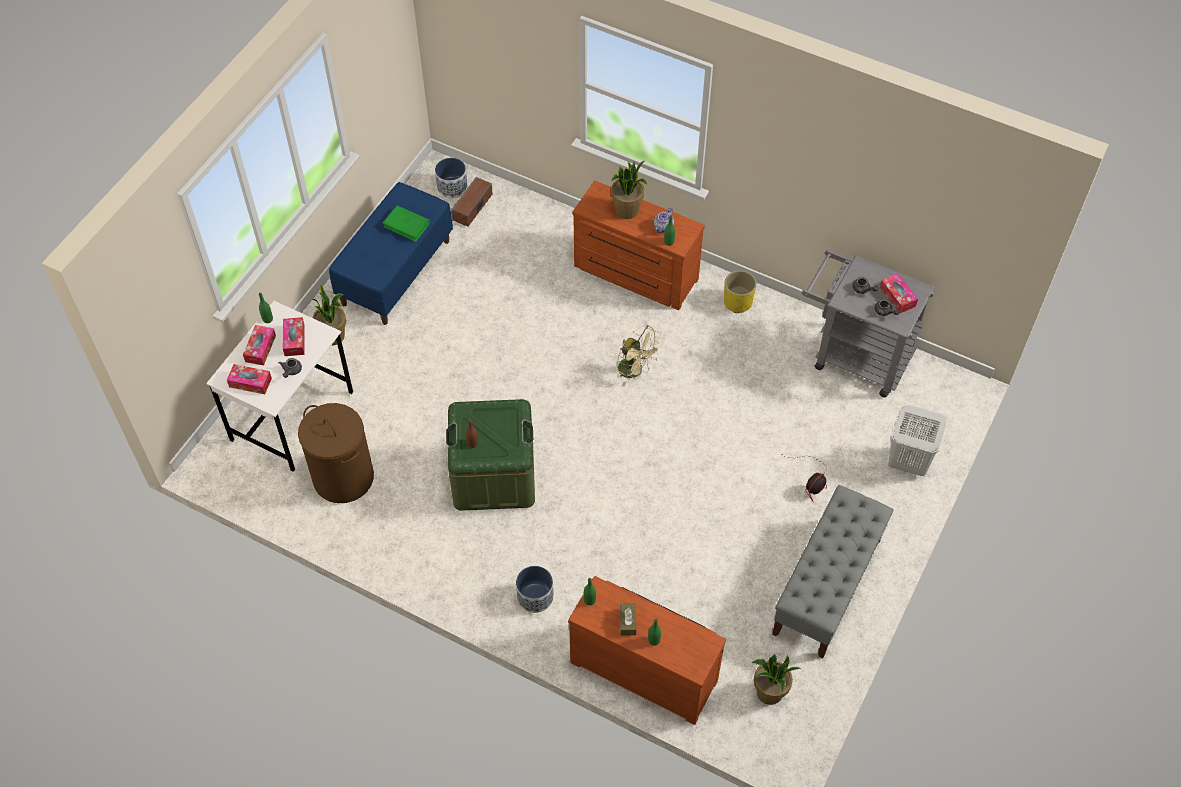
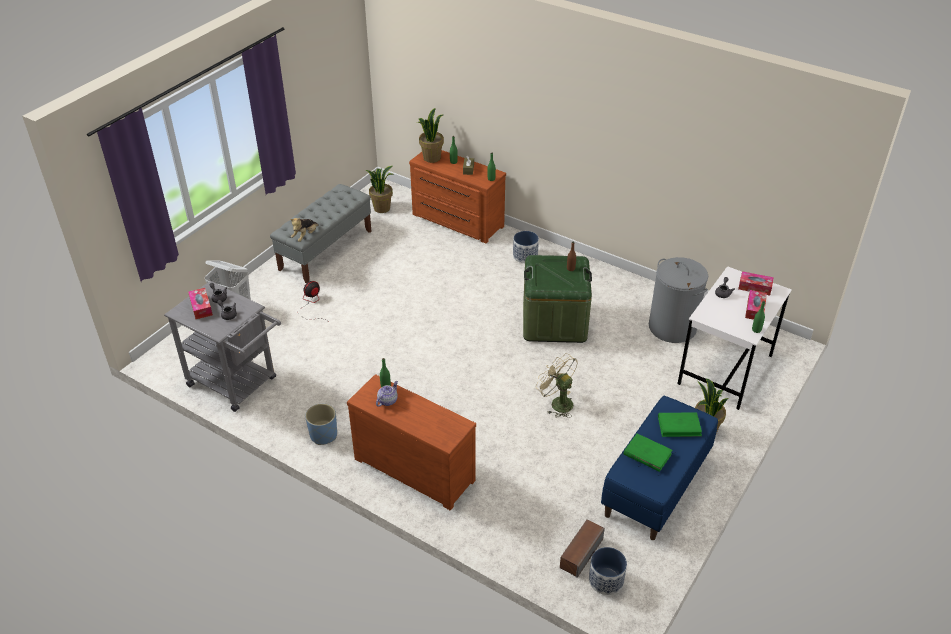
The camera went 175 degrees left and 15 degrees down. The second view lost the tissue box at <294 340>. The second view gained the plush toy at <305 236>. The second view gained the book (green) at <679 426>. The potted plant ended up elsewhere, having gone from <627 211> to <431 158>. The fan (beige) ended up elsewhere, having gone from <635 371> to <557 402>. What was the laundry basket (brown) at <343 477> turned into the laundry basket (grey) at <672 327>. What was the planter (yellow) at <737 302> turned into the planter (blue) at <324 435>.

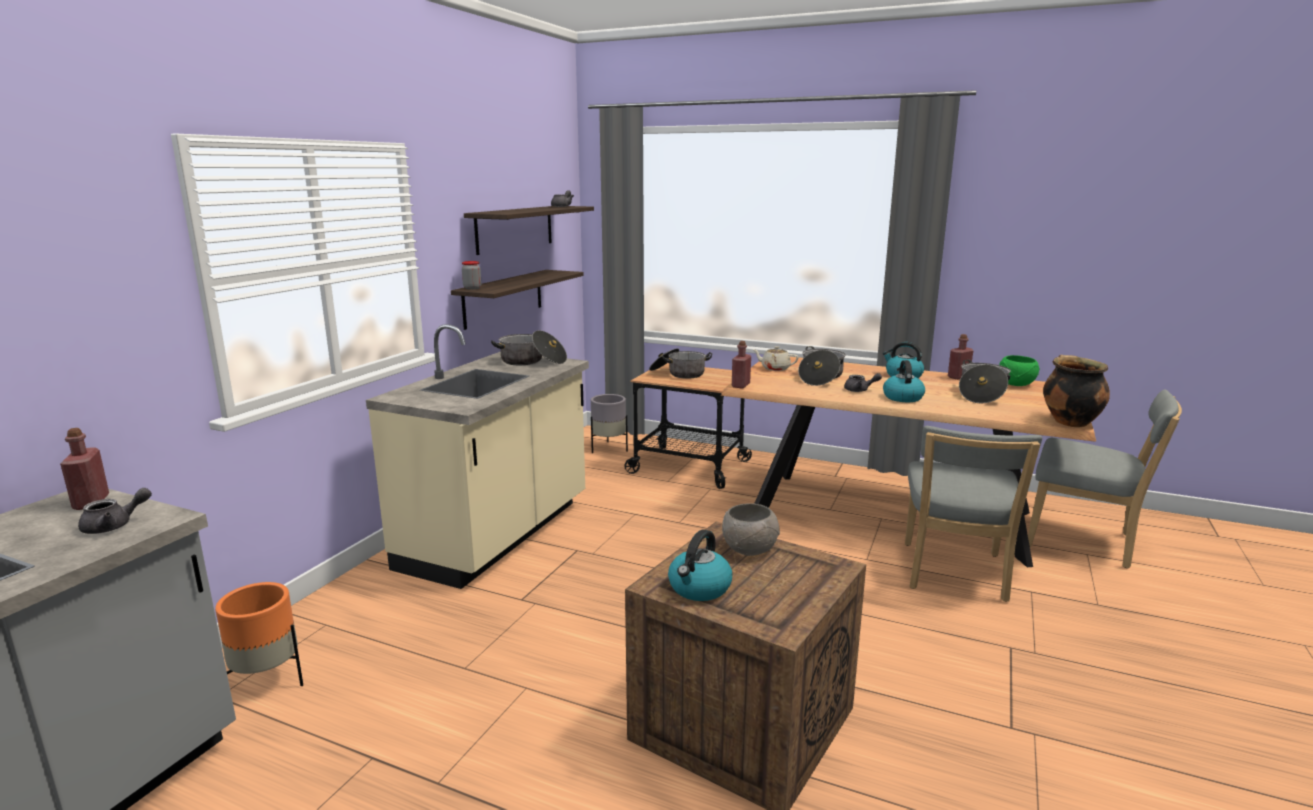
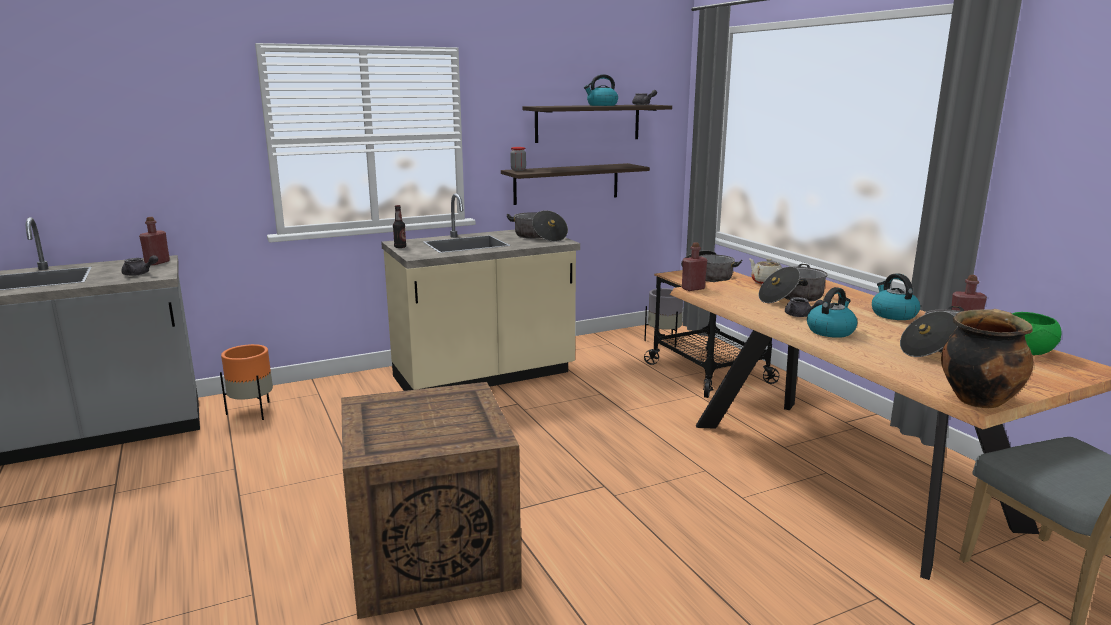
The camera went 40 degrees right and 0 degrees up. The second view lost the bowl (grey) at <750 549>. The second view lost the chair (grey) at <954 574>. The second view gained the bottle at <400 247>. The kettle ended up elsewhere, having gone from <699 588> to <601 105>.

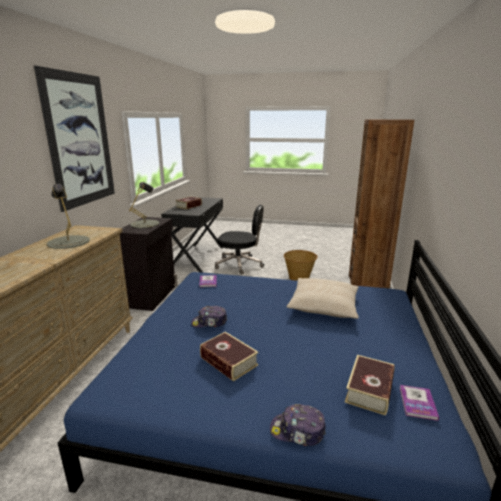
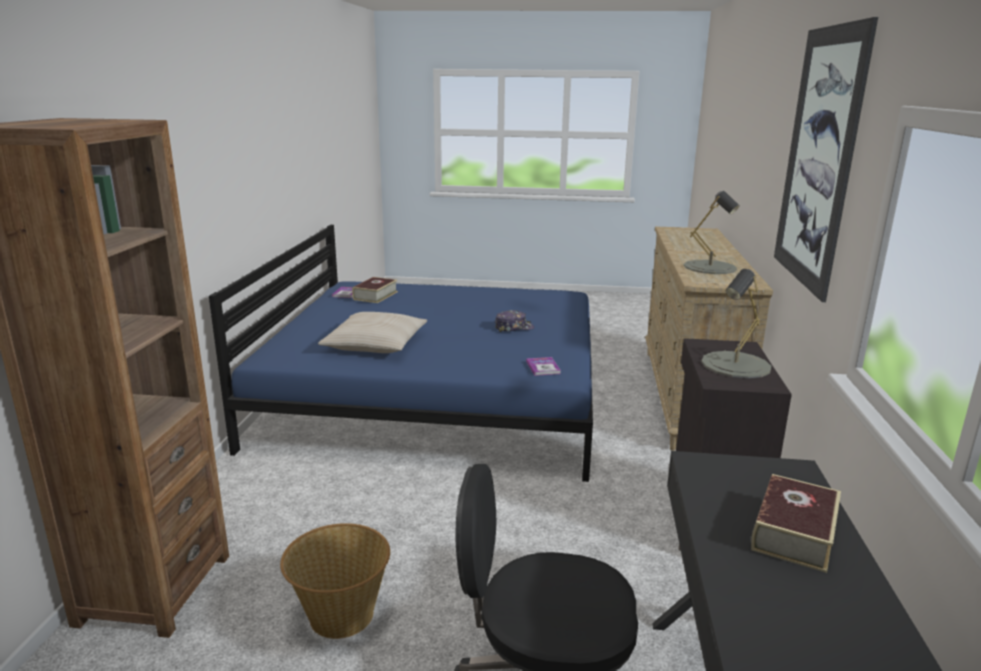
The camera went 175 degrees right and 0 degrees up. The second view lost the book at <228 361>. The second view lost the cap at <297 431>.

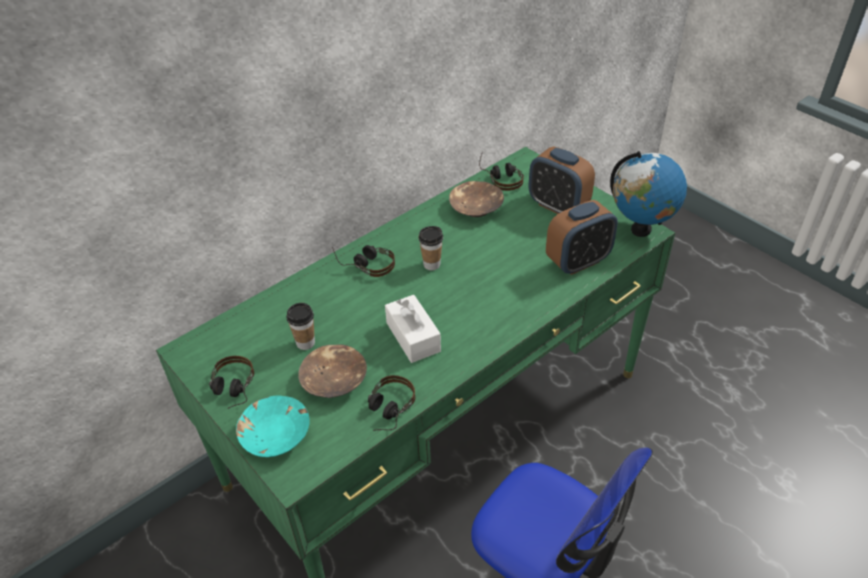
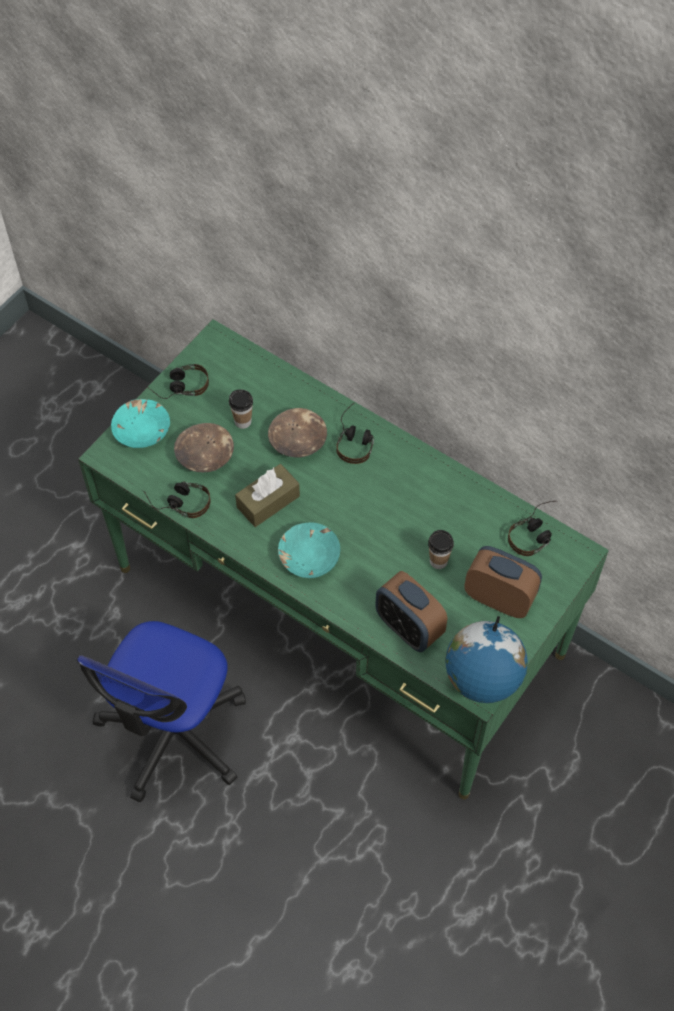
The camera went 75 degrees right and 15 degrees up. The second view gained the bowl (turquoise) at <309 556>. The cup ended up elsewhere, having gone from <431 264> to <438 561>. The bowl (brown) ended up elsewhere, having gone from <476 207> to <298 440>. What was the tissue box (white) at <413 337> turned into the tissue box (brown) at <268 501>. The alarm clock at <558 206> ended up facing another way, 90 degrees clockwise from before.

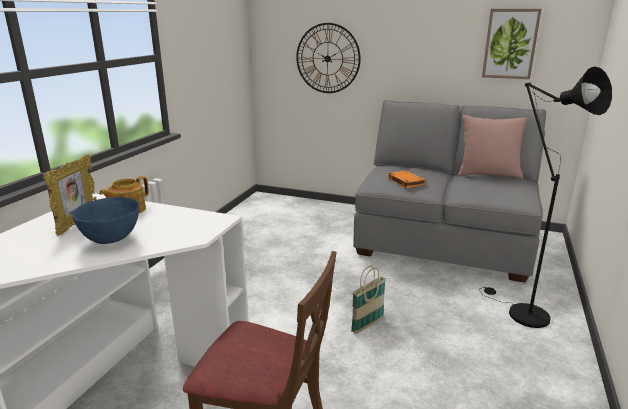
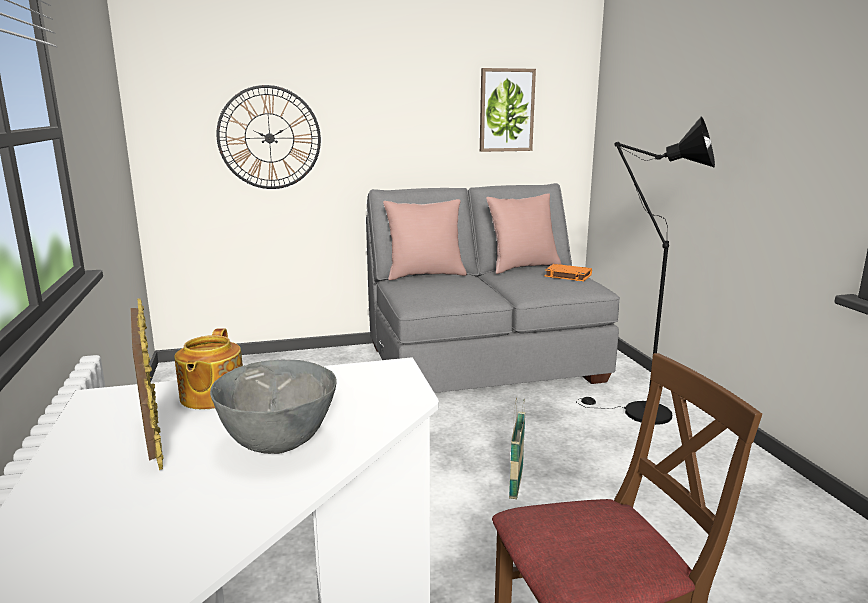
The camera went 35 degrees left and 5 degrees down. The second view gained the pillow (pink) at <425 275>. The book (orange) ended up elsewhere, having gone from <405 181> to <567 276>. What was the bowl (blue) at <110 239> turned into the bowl (grey) at <278 444>.

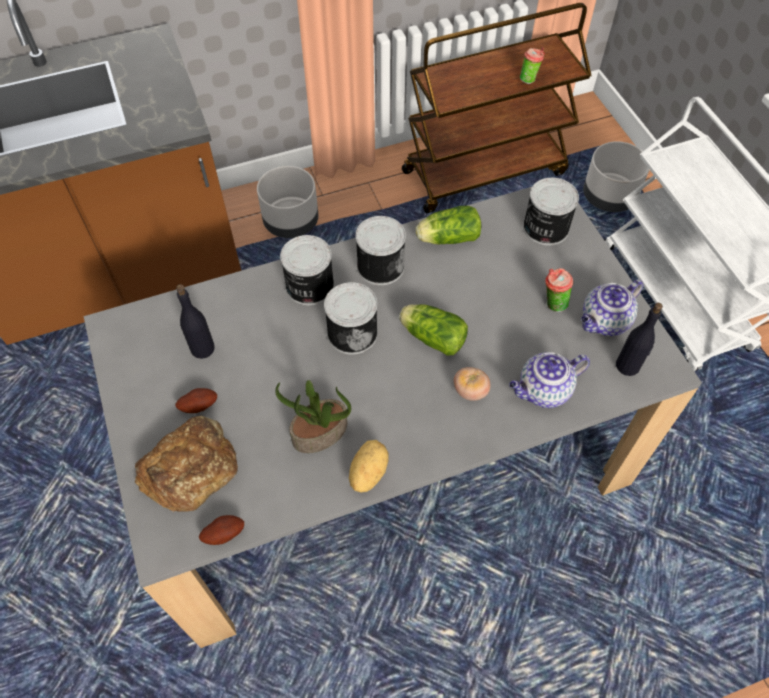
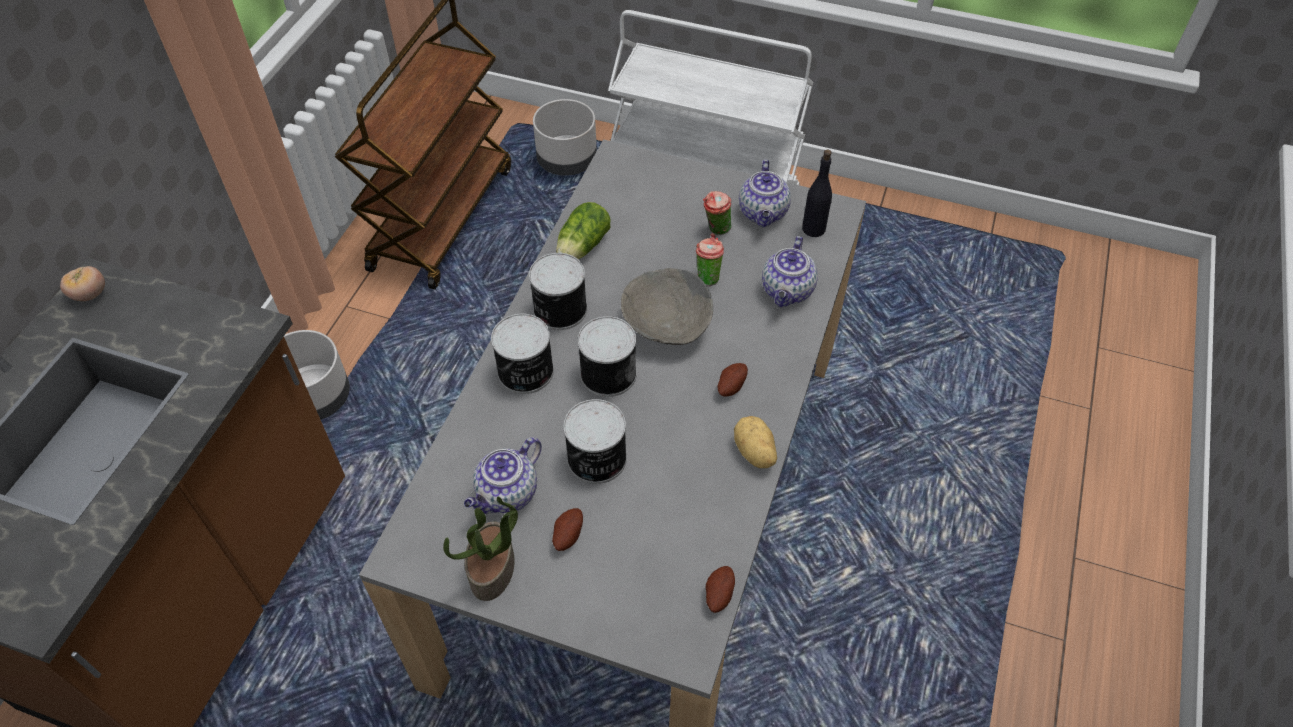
The camera went 50 degrees left and 5 degrees down. The second view lost the bread at <190 468>. The second view gained the potato at <730 386>. The potted plant ended up elsewhere, having gone from <319 434> to <493 570>. The tomato ended up elsewhere, having gone from <470 391> to <90 294>. The cup ended up elsewhere, having gone from <529 79> to <707 277>. The can ended up elsewhere, having gone from <544 228> to <596 459>. Where the bottle (black) stood at <202 348>, the teapot came to stand at <507 494>. Where the lettuce stood at <431 336>, the bowl (grey) came to stand at <667 324>.

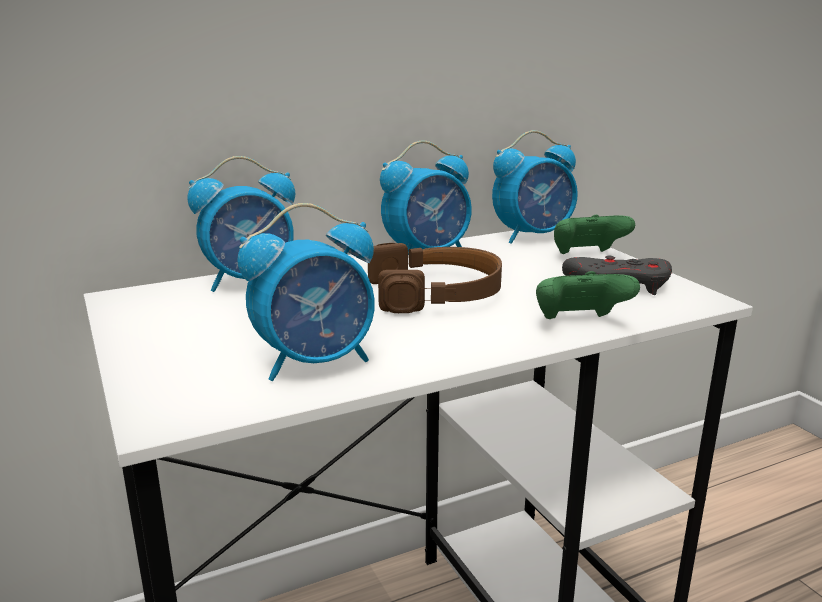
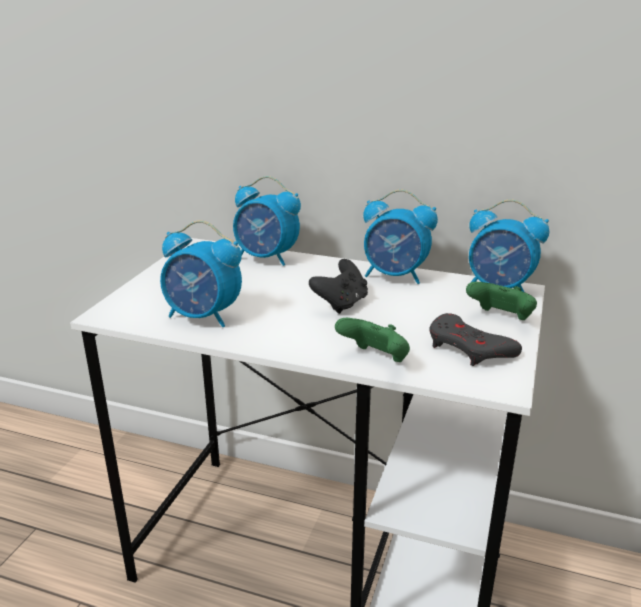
The camera went 45 degrees right and 5 degrees up. Where the headphones (brown) stood at <436 293>, the game controller (black) came to stand at <341 304>.

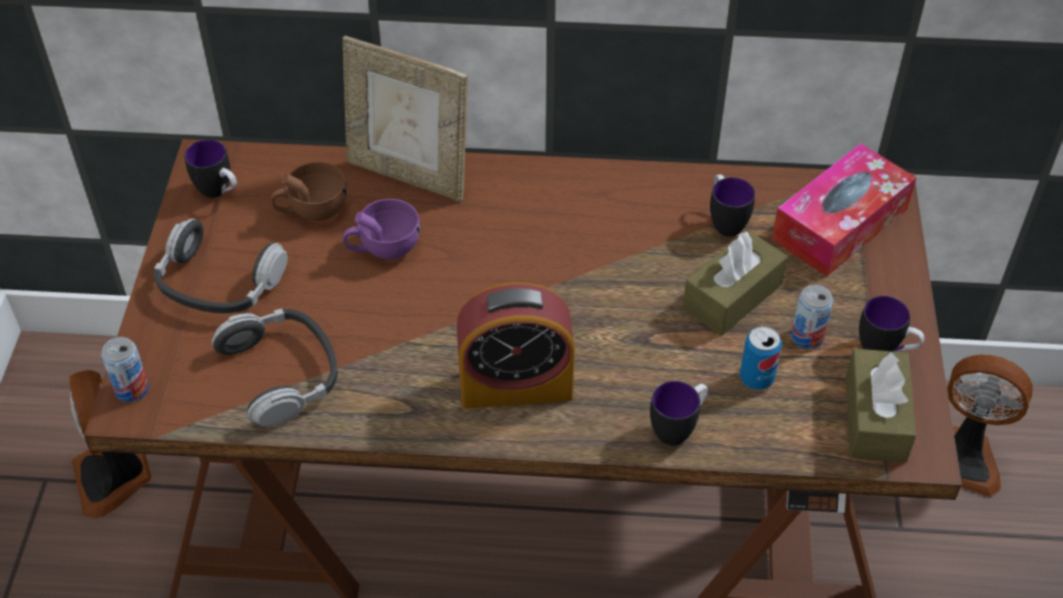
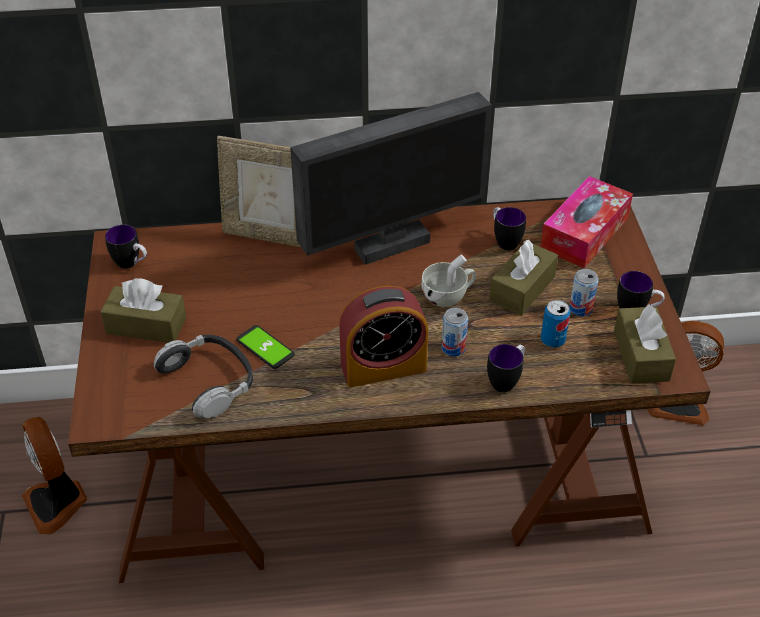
The camera went 10 degrees left and 5 degrees down. The second view lost the cup (brown) at <312 210>. The second view lost the cup (purple) at <383 248>. The second view gained the phone at <265 348>. The second view gained the monitor at <390 244>. The second view gained the cup (white) at <448 296>. The can ended up elsewhere, having gone from <132 389> to <453 348>. Where the headphones stood at <219 282>, the tissue box (brown) came to stand at <146 325>.

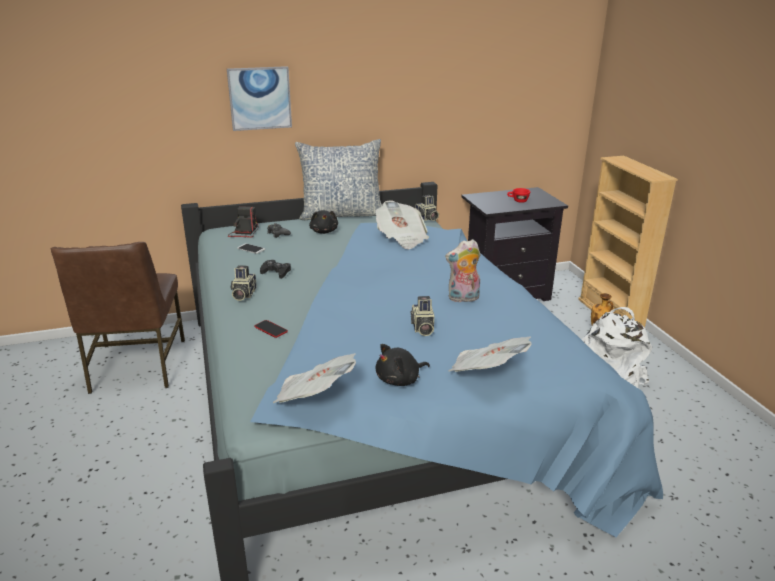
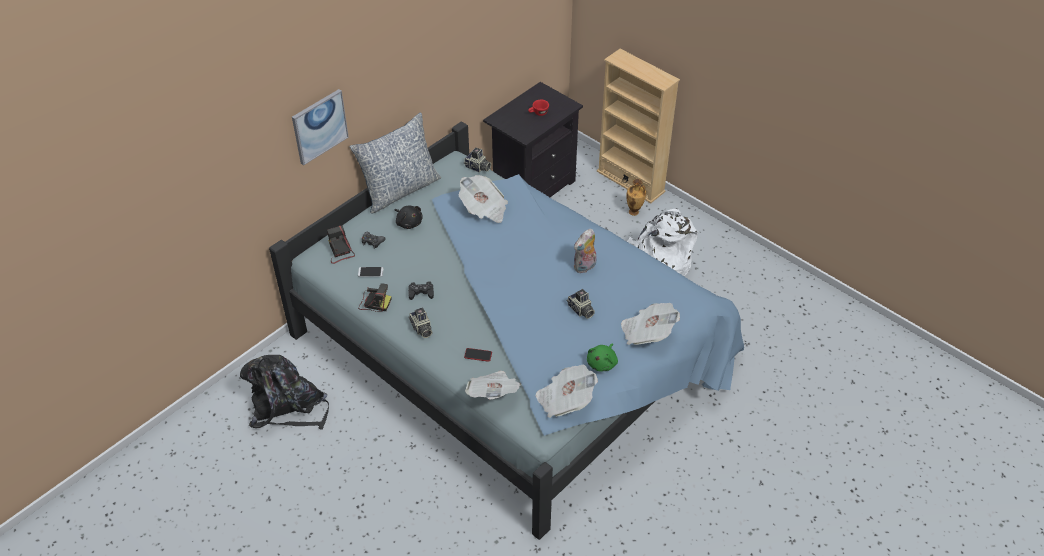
The camera went 30 degrees left and 20 degrees up. The second view gained the photo camera at <374 302>. The second view gained the newspaper at <493 394>. Where the chair (brown) stood at <136 366>, the backpack (black) came to stand at <288 406>. What was the plush toy (black) at <400 380> turned into the plush toy (green) at <602 363>.

